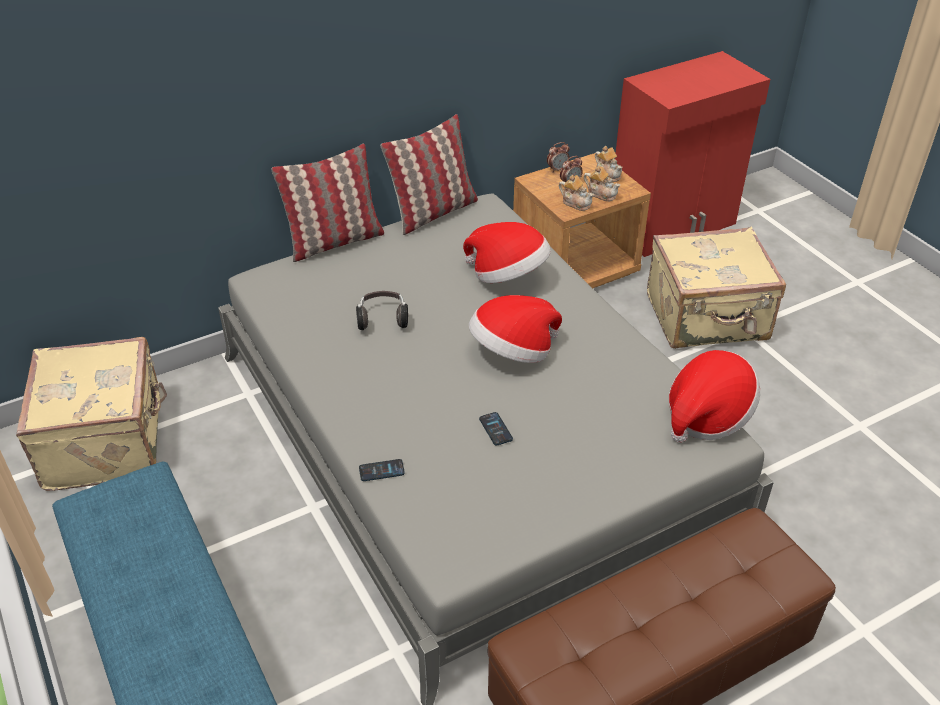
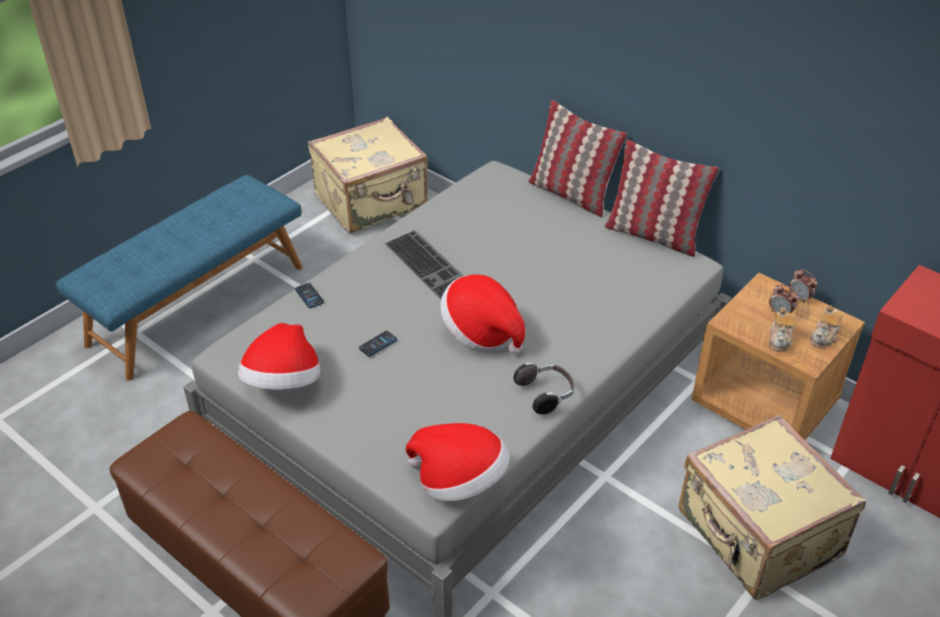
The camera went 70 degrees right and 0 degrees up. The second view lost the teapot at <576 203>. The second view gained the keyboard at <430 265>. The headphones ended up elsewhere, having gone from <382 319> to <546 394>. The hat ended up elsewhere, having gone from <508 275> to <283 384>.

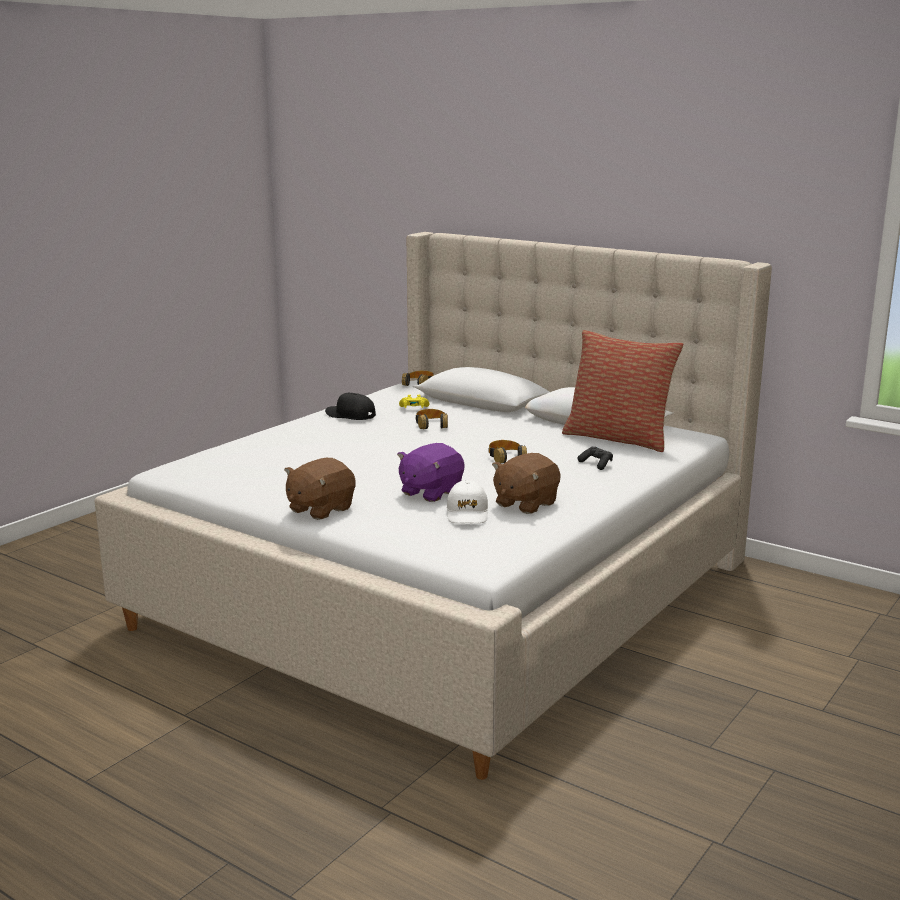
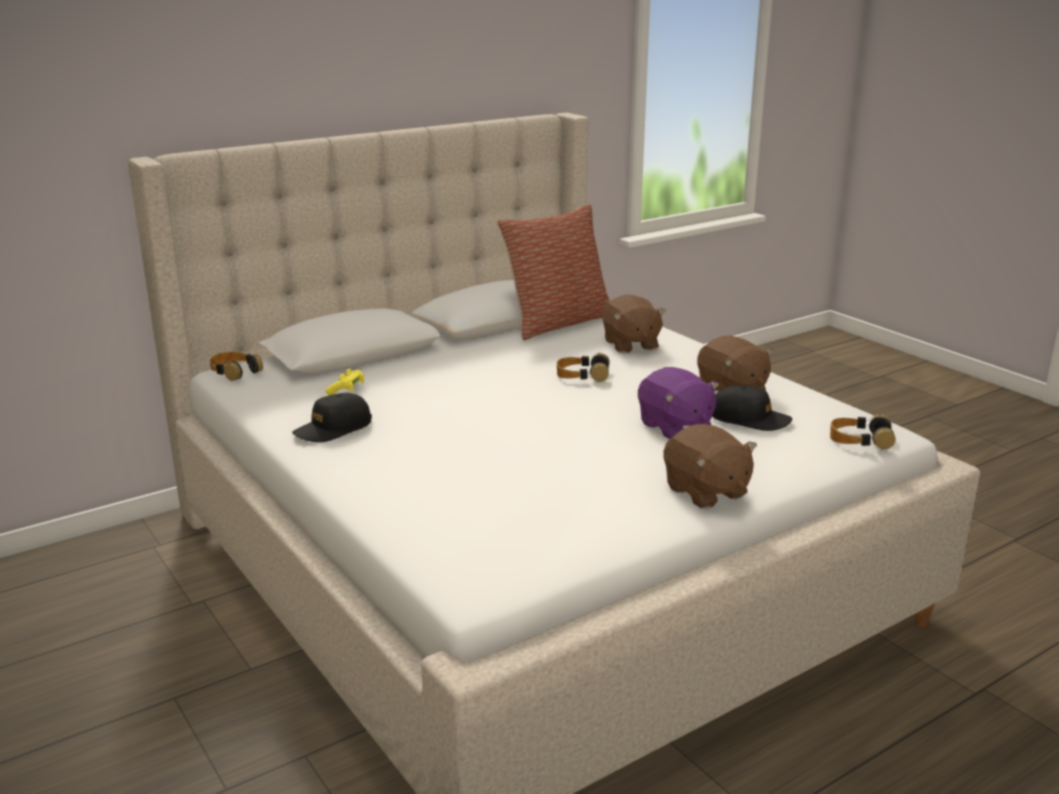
The camera went 70 degrees left and 5 degrees up. The headphones ended up elsewhere, having gone from <431 424> to <860 439>. Where the game controller (black) stood at <596 464>, the plush toy (brown) came to stand at <630 344>. What was the cap (white) at <467 513> turned into the cap (black) at <750 419>.

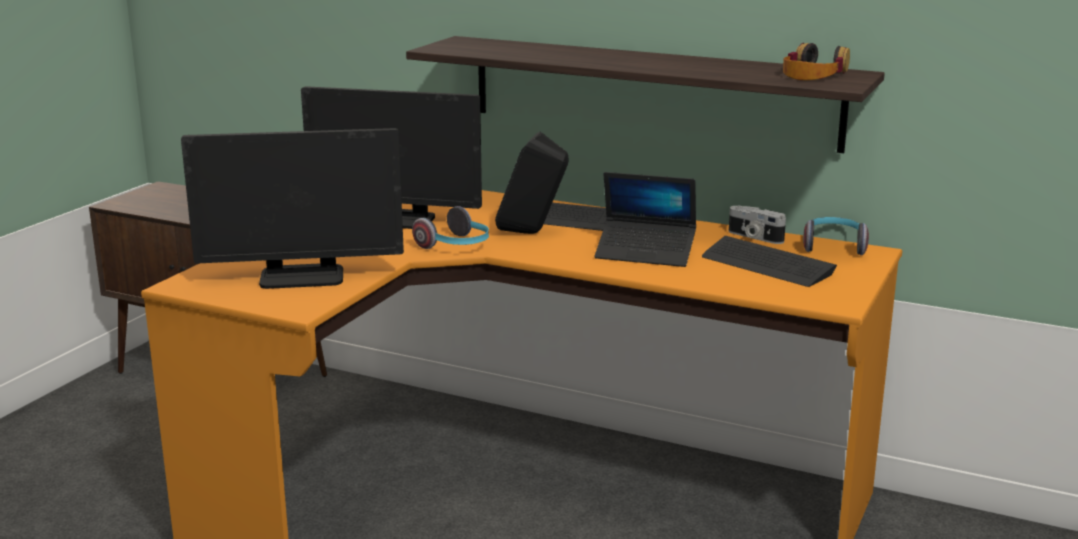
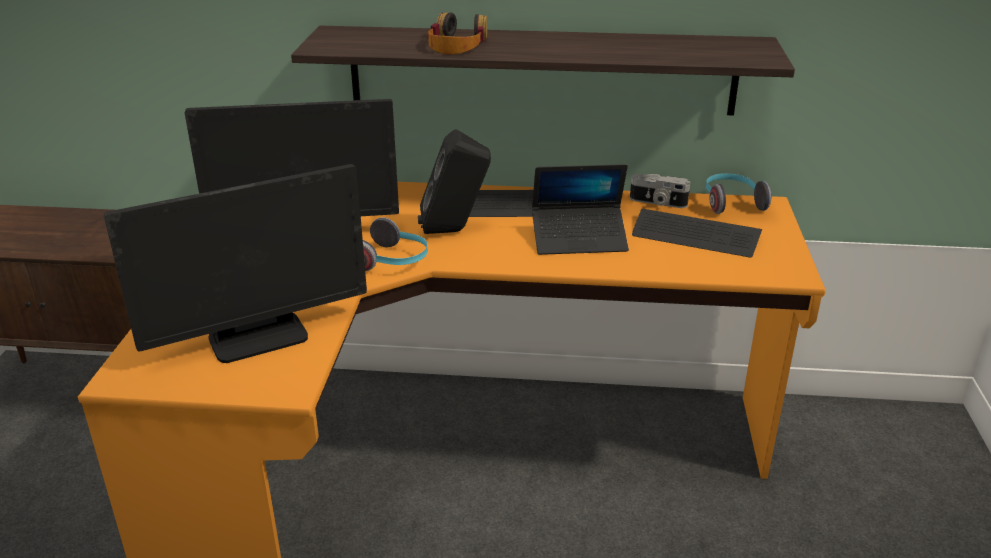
The camera went 20 degrees left and 10 degrees up. The headphones ended up elsewhere, having gone from <813 74> to <457 44>.

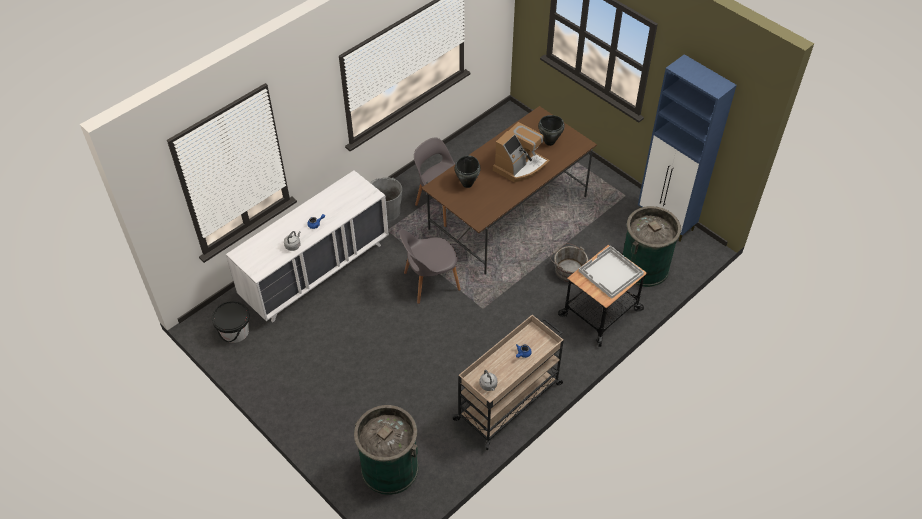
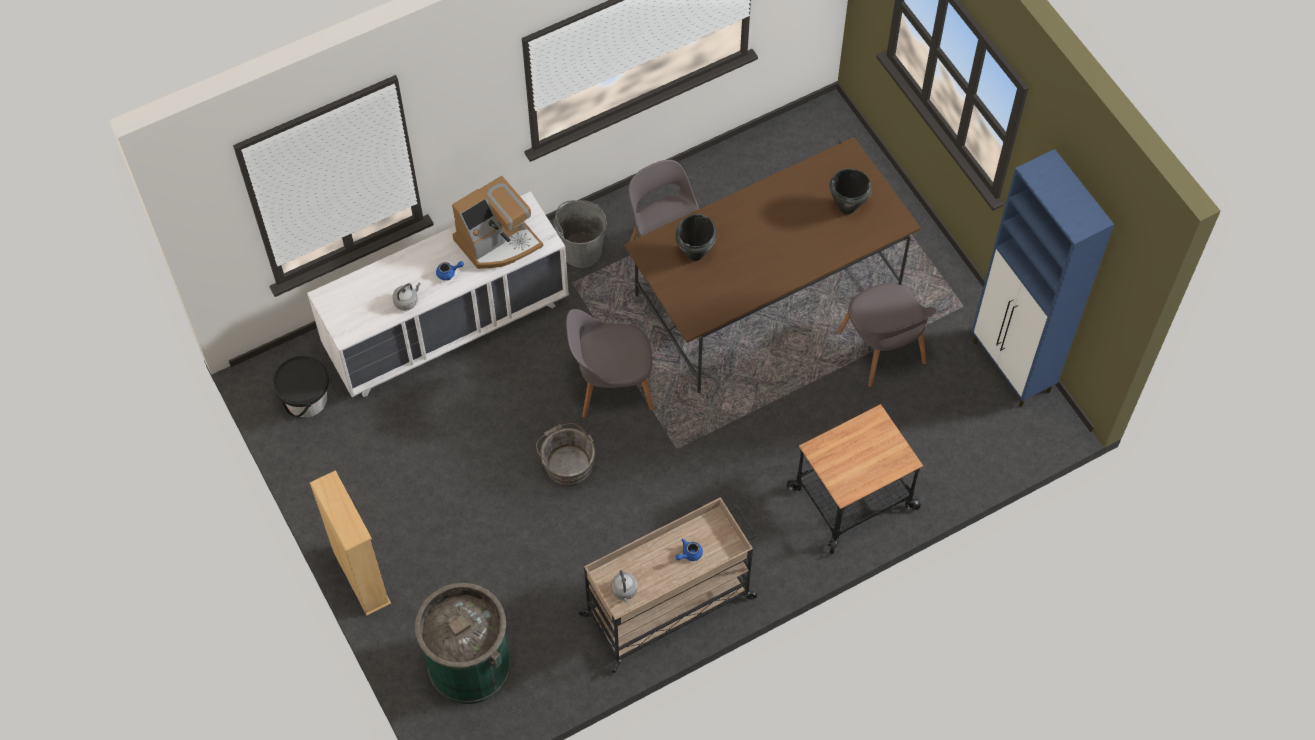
The camera went 15 degrees right and 10 degrees up. The second view lost the tray (white) at <610 273>. The second view lost the trash can (green) at <644 267>. The second view gained the bookcase (beige) at <361 577>. The second view gained the chair (grey) at <882 350>. The coffee machine ended up elsewhere, having gone from <520 166> to <498 242>. The bucket (grey) ended up elsewhere, having gone from <568 269> to <567 463>.

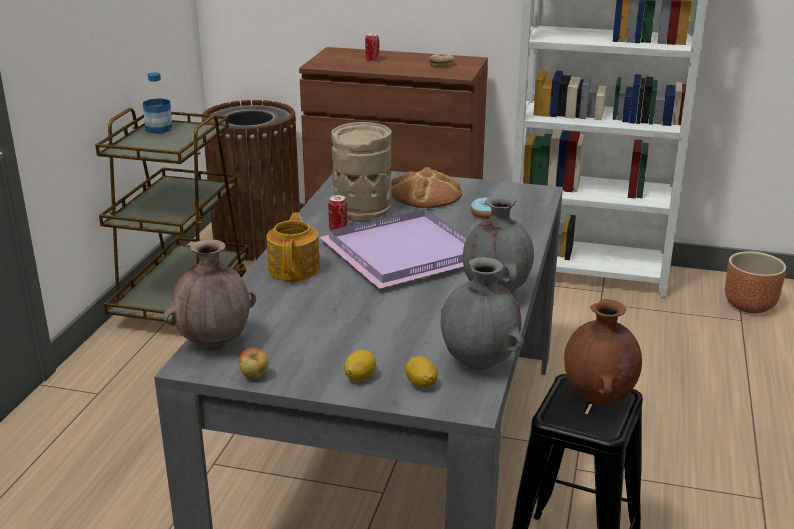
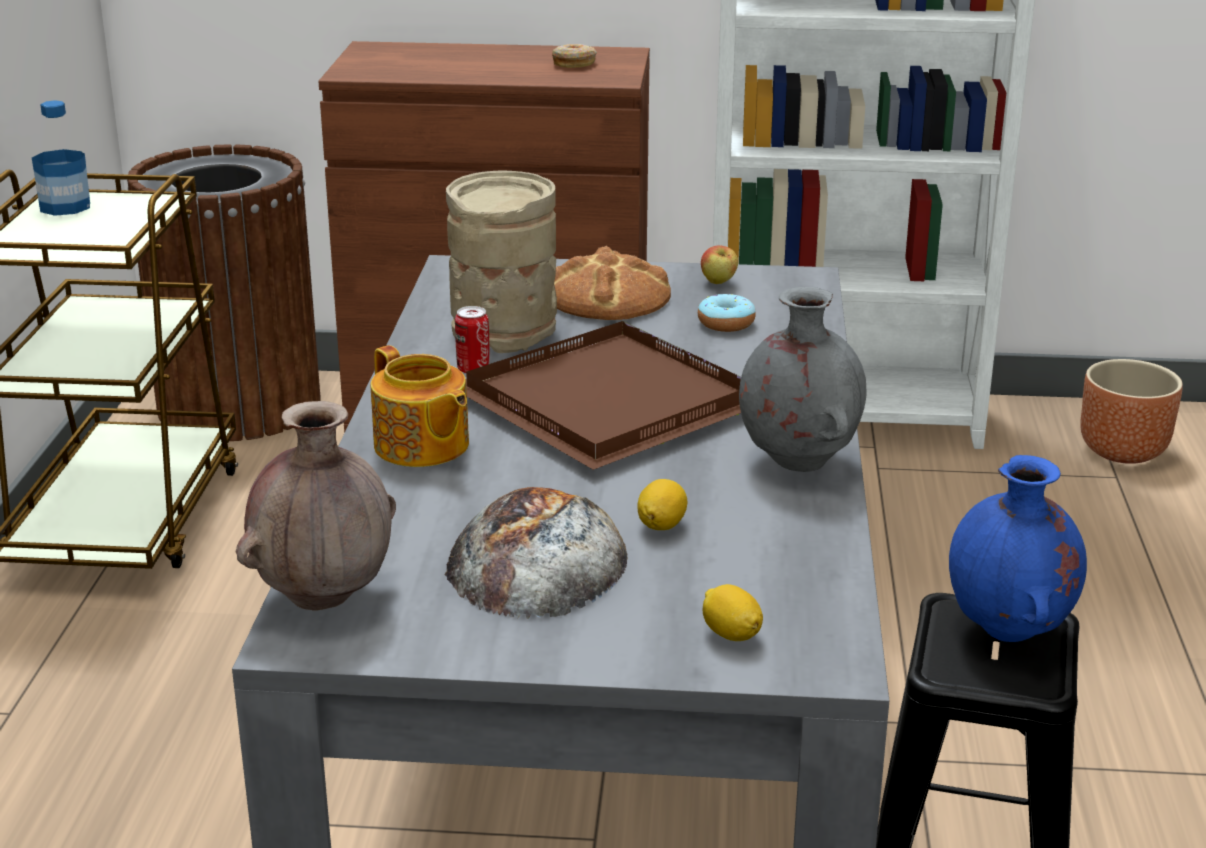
The camera went 10 degrees left and 0 degrees up. The second view lost the can at <372 60>. The second view lost the vase (grey) at <479 364>. The second view gained the bread at <537 560>. The apple ended up elsewhere, having gone from <254 377> to <718 283>. The lemon ended up elsewhere, having gone from <360 377> to <661 525>. What was the tray (purple) at <401 252> turned into the tray (brown) at <603 402>. What was the vase (brown) at <599 399> turned into the vase (blue) at <1009 632>. The teapot at <295 269> ended up facing another way, 150 degrees clockwise from before.

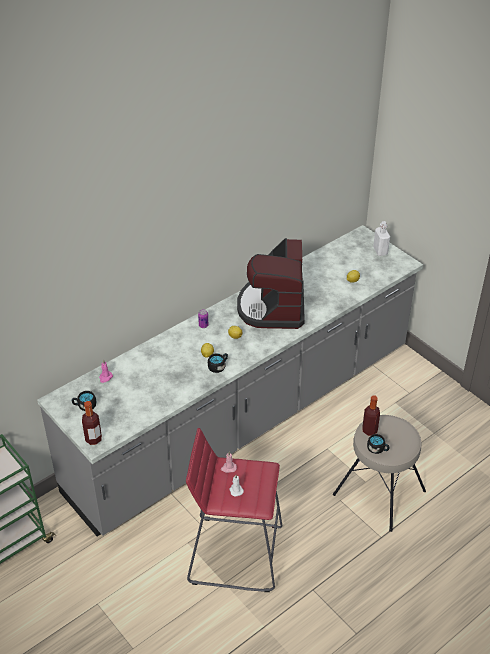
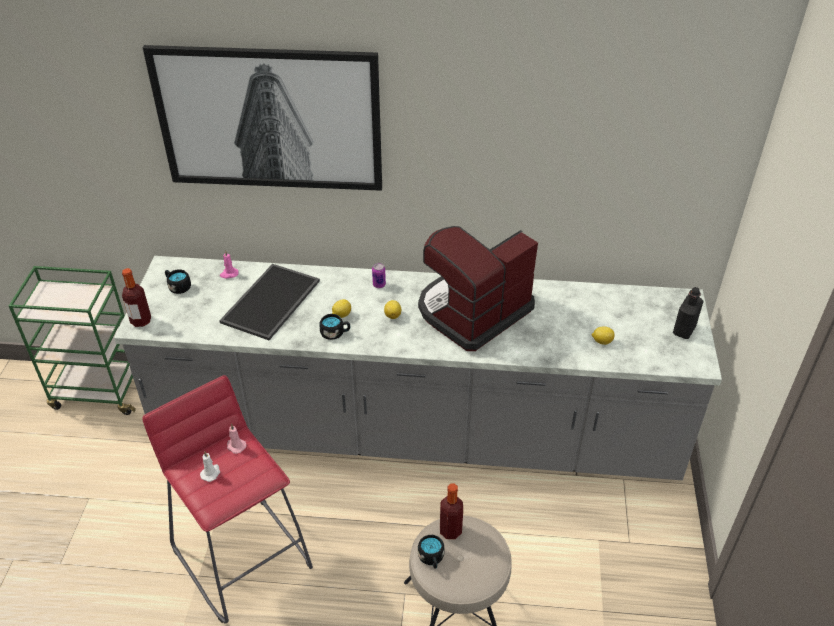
The camera went 45 degrees right and 0 degrees up. The second view gained the picture at <270 118>. The second view gained the tray at <271 302>. What was the bottle (white) at <380 251> turned into the bottle (black) at <684 330>.

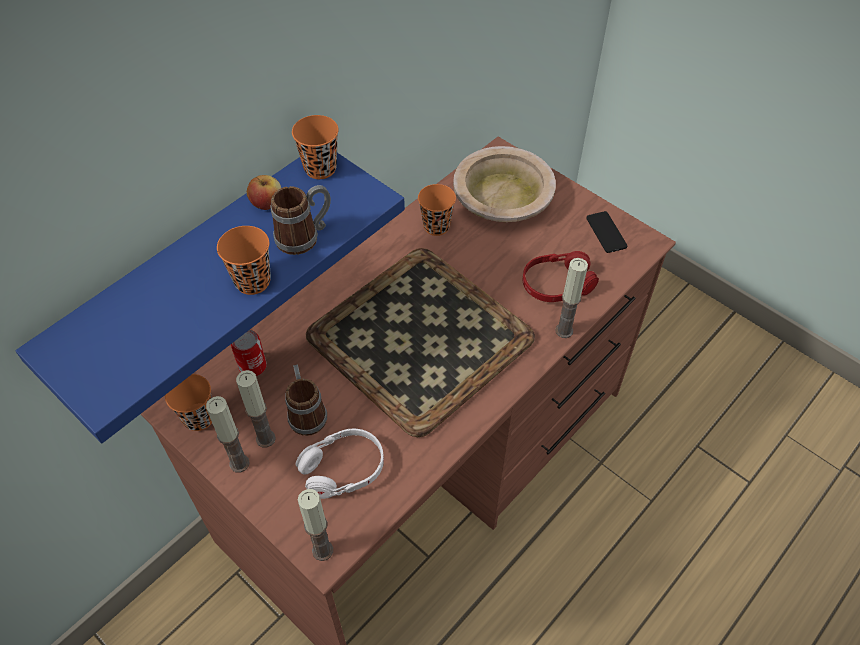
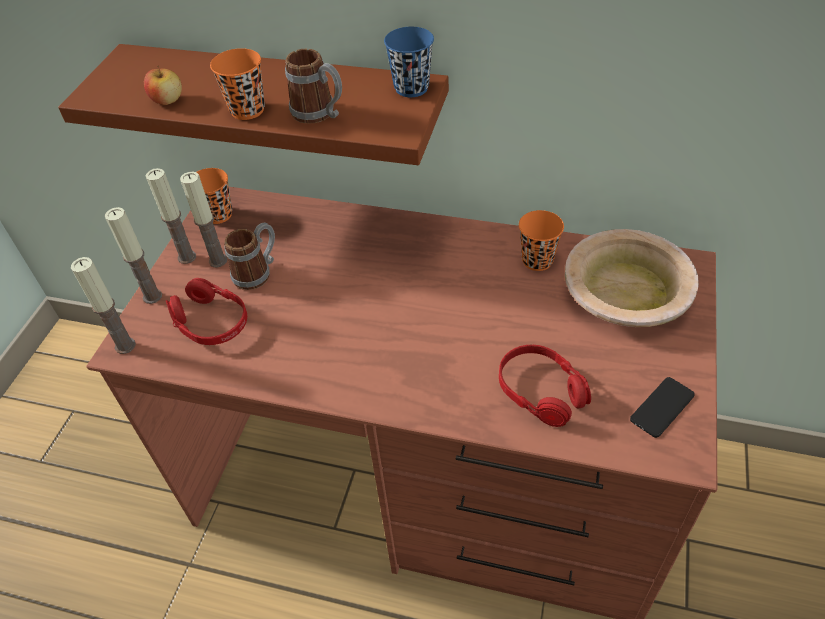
The camera went 65 degrees right and 5 degrees down. The second view lost the can at <252 366>. The second view lost the tray at <420 335>. The apple ended up elsewhere, having gone from <267 203> to <167 100>. The candle ended up elsewhere, having gone from <564 331> to <152 296>. What was the shelf (blue) at <194 269> turned into the shelf (brown) at <284 101>. What was the cup (orange) at <320 168> turned into the cup (blue) at <411 88>. What was the headphones (white) at <342 469> turned into the headphones (red) at <210 322>.

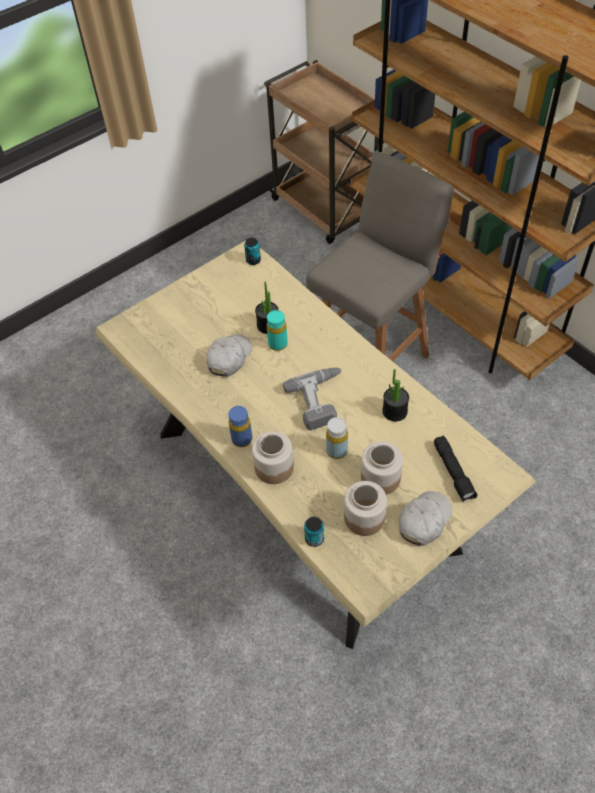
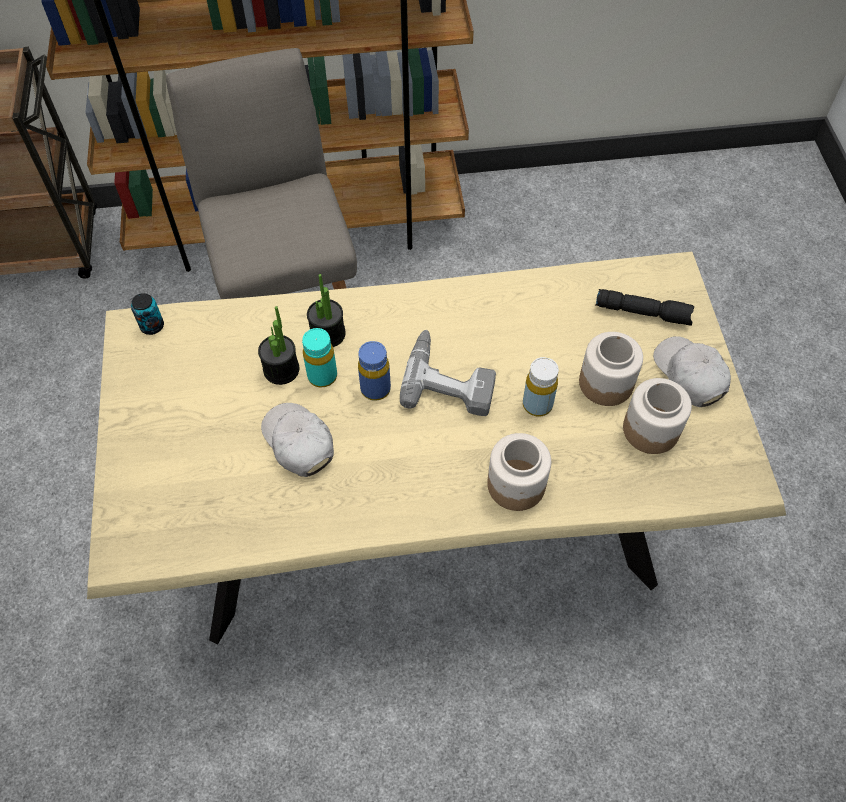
The camera went 60 degrees left and 5 degrees up. The second view lost the can at <314 539>. The bottle (blue) ended up elsewhere, having gone from <242 439> to <375 389>. The potted plant ended up elsewhere, having gone from <394 411> to <328 334>.

